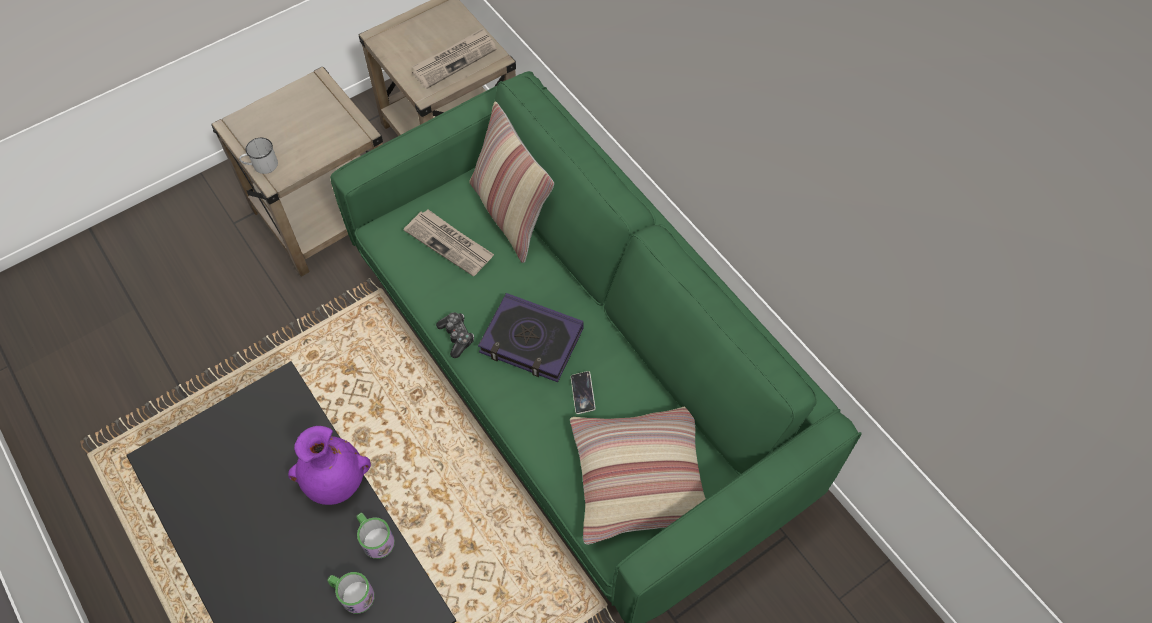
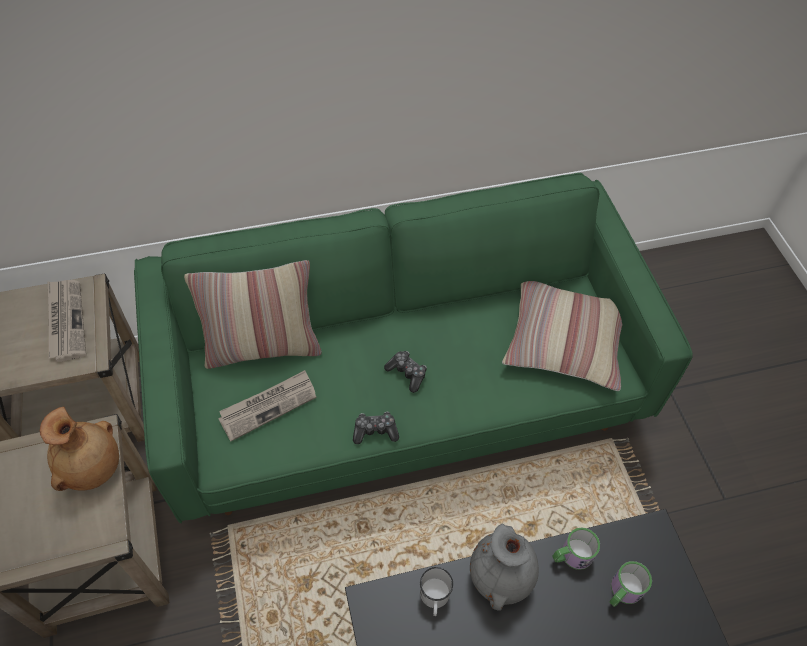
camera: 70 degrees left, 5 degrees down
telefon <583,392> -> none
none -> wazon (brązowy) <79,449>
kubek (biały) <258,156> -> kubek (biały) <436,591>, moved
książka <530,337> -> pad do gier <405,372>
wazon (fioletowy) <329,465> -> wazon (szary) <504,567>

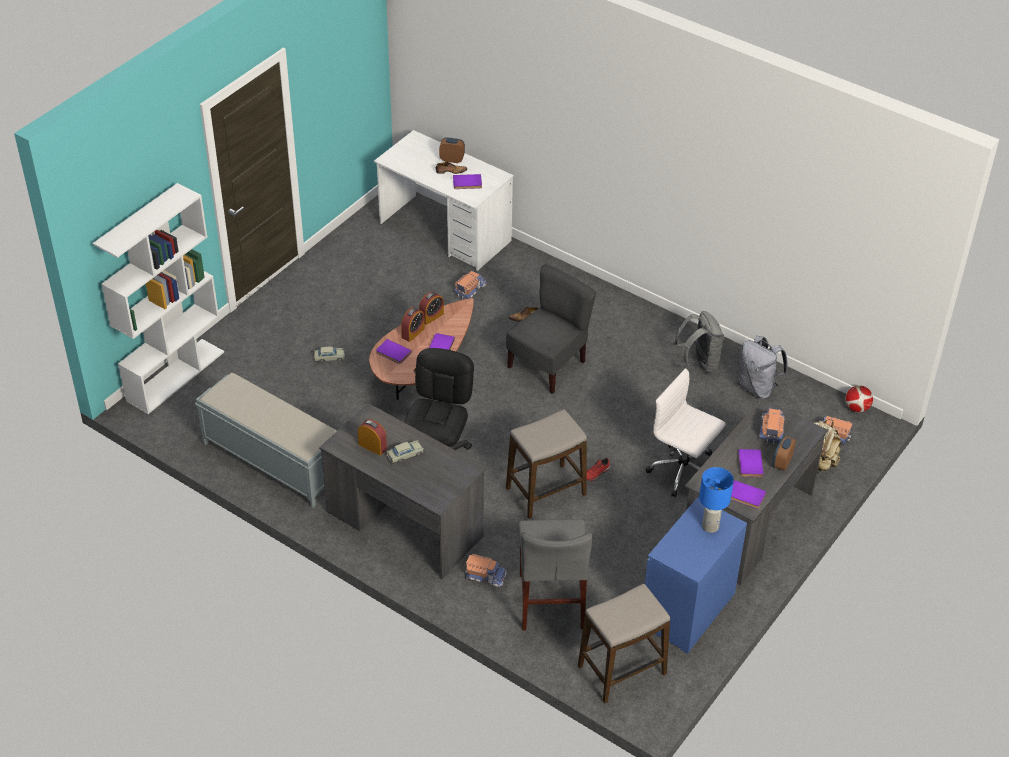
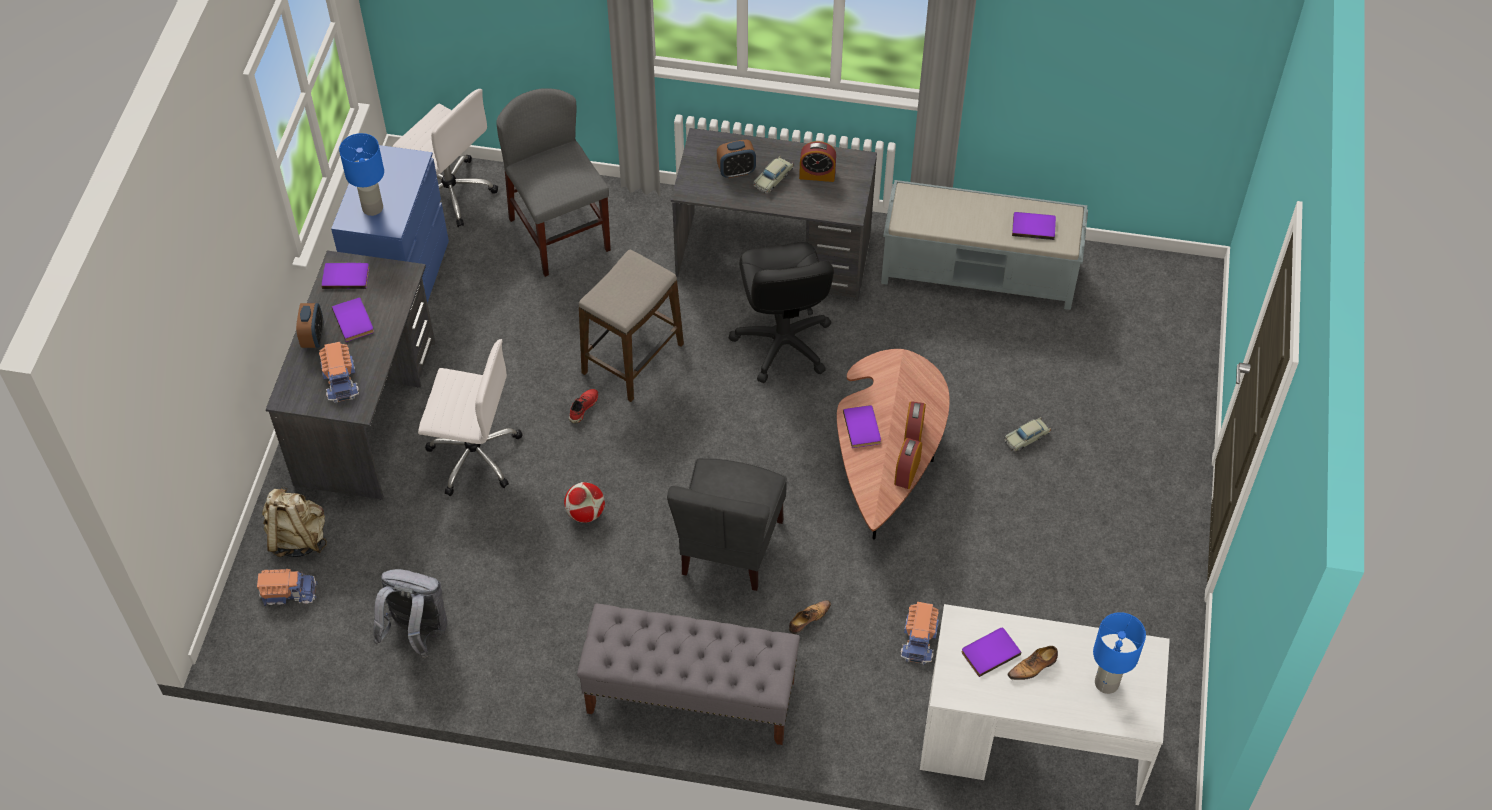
camera: 155 degrees right, 10 degrees up
regał (biały) <158,298> -> none
ciężarówka zabawkowa <486,570> -> none
plecak (szary) <698,342> -> none
none -> ławka (szary) <688,674>
none -> lampa stołowa (niebieski) <1119,653>
książka (fioletowy) <394,351> -> książka (fioletowy) <1034,226>, moved
budzik <452,150> -> budzik <736,159>, moved
piłka futbolowa <859,398> -> piłka futbolowa <584,502>, moved
stołek <624,643> -> krzesło biurowe (biały) <445,158>

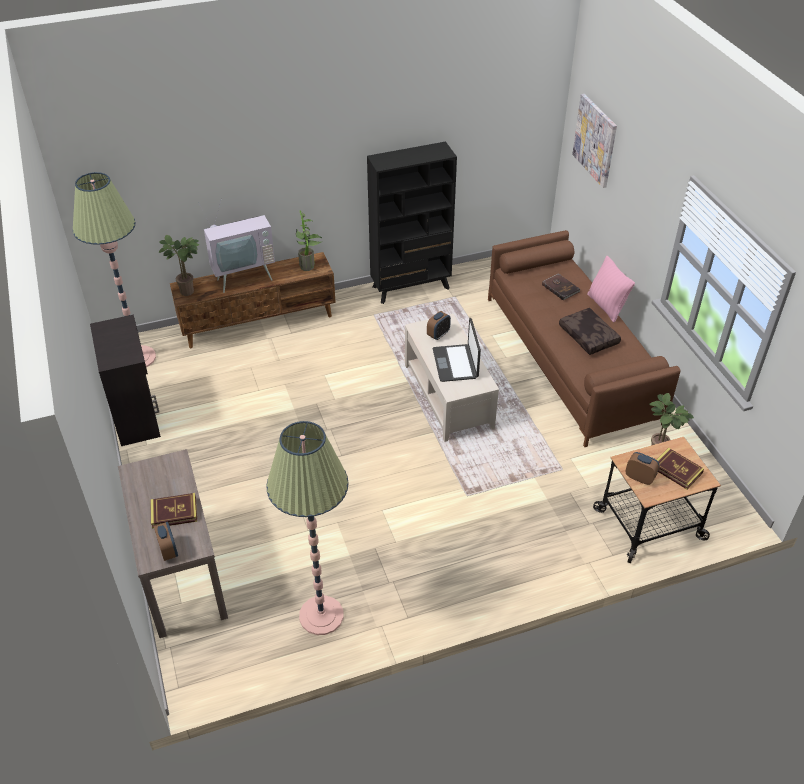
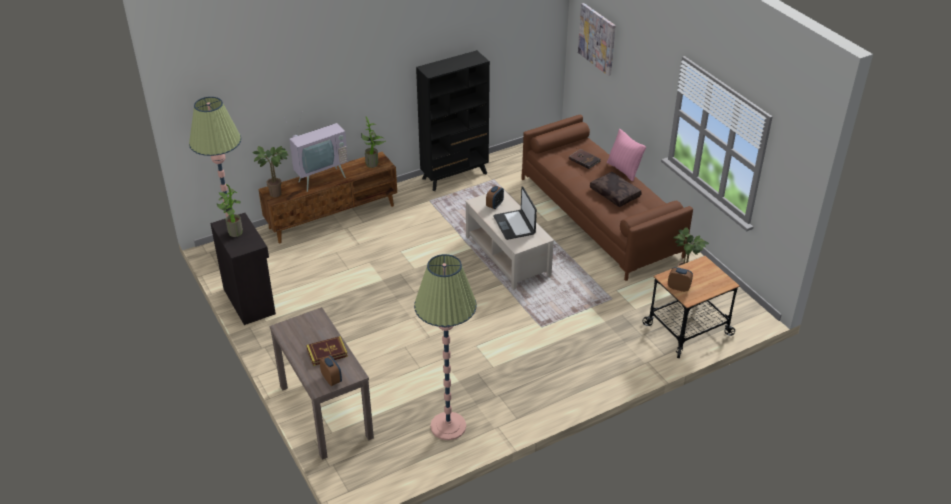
camera: 10 degrees left, 5 degrees down
książka <680,468> -> none
none -> roślina doniczkowa <229,210>

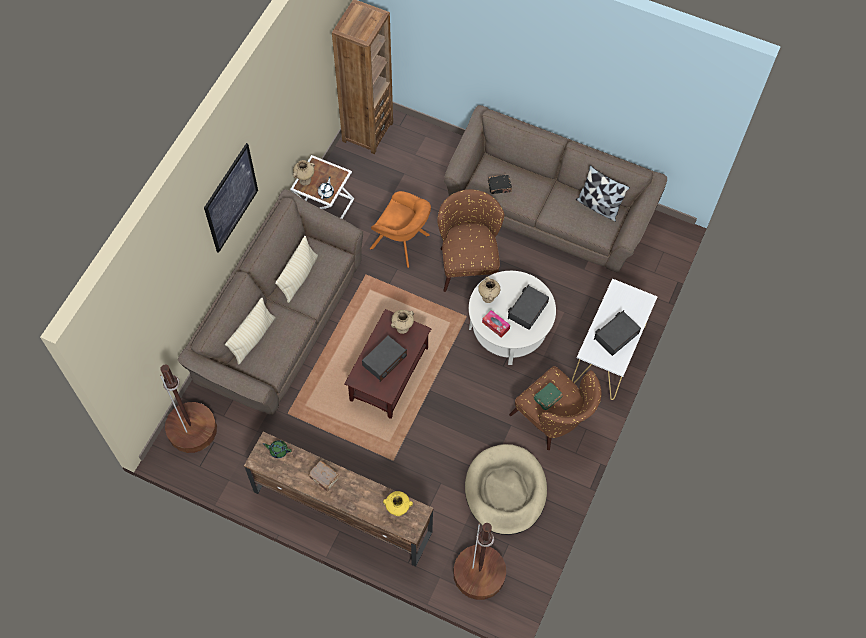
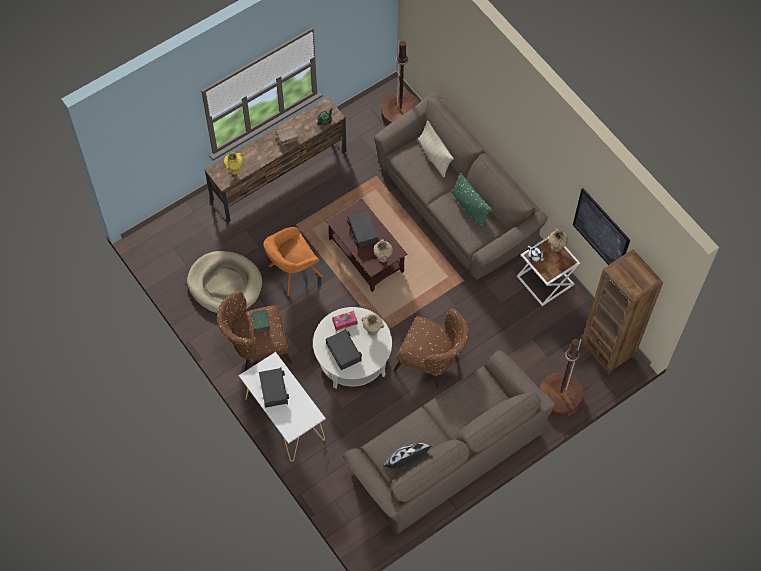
camera: 120 degrees right, 0 degrees up
książka (czarny) <500,184> -> none
obraz <231,198> -> obraz <601,226>, moved
fotel (pomarańczowy) <400,229> -> fotel (pomarańczowy) <293,261>, moved
lampa stojąca (brązowy) <479,561> -> lampa stojąca (brązowy) <561,377>, moved
poduszka (beżowy) <296,269> -> poduszka (zielony) <471,200>

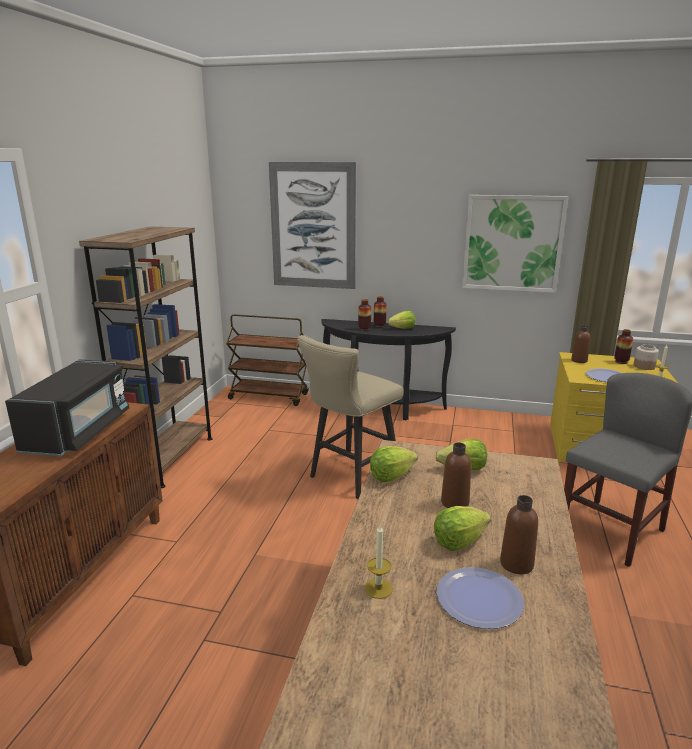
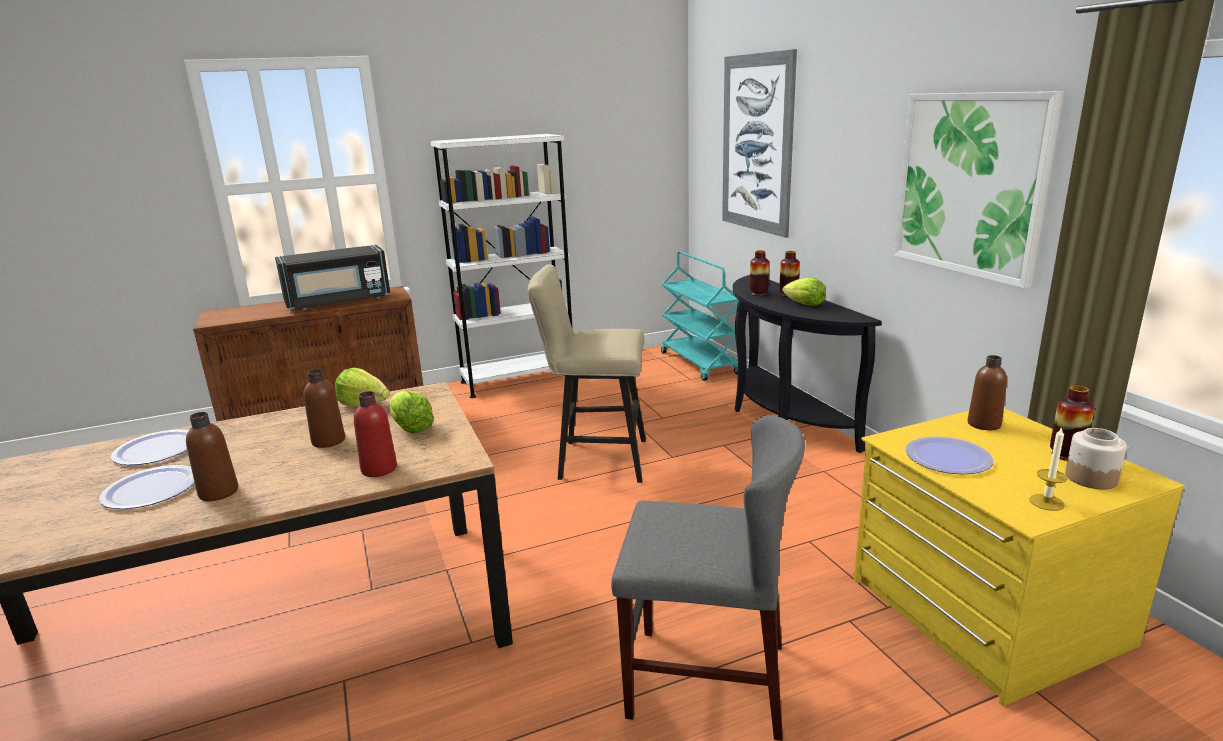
camera: 55 degrees right, 0 degrees up
sałata <462,528> -> none
none -> butelka (czerwony) <375,434>
świeca <378,562> -> talerz <150,447>
regał (brązowy) <146,357> -> regał (biały) <501,266>
wózek (brązowy) <267,360> -> wózek (turkusowy) <700,316>

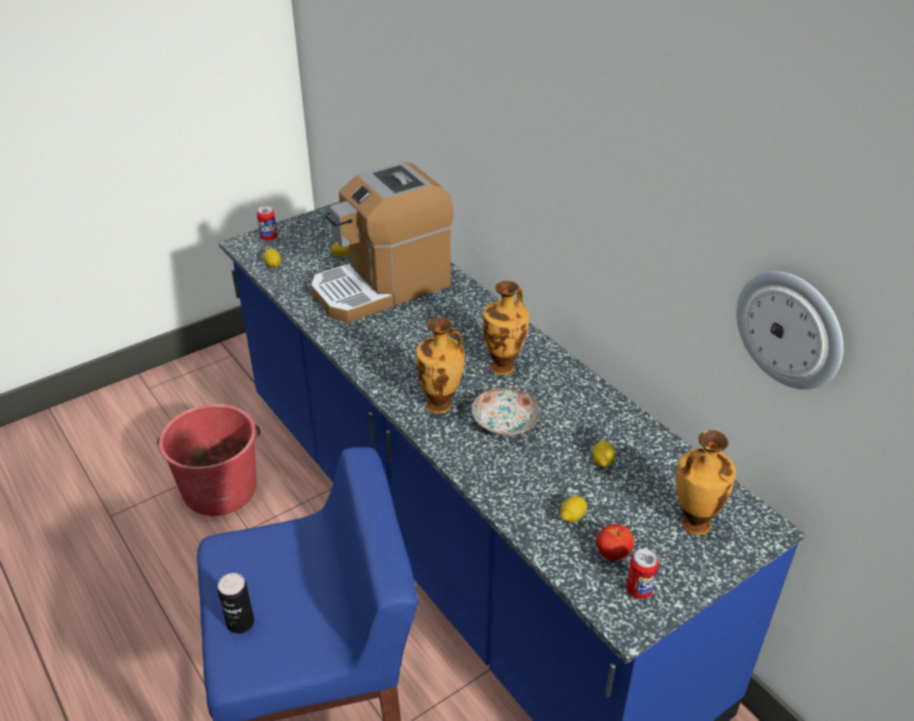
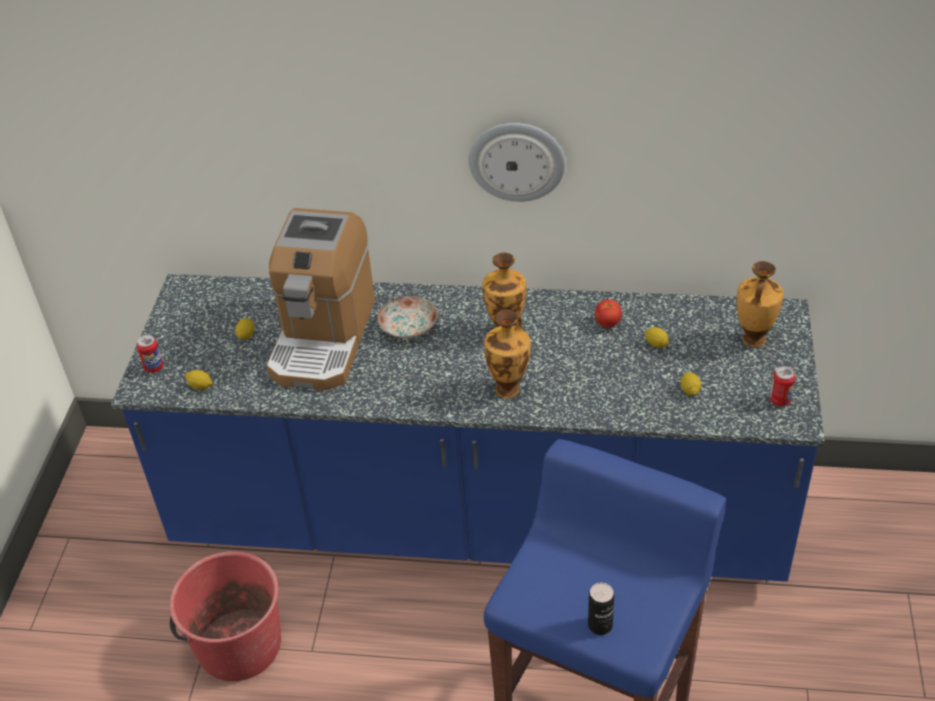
camera: 45 degrees left, 5 degrees up
talerz <505,412> -> talerz <407,317>, moved
pomidor <615,542> -> pomidor <608,314>, moved
zegar ścienny <789,330> -> zegar ścienny <517,162>, moved

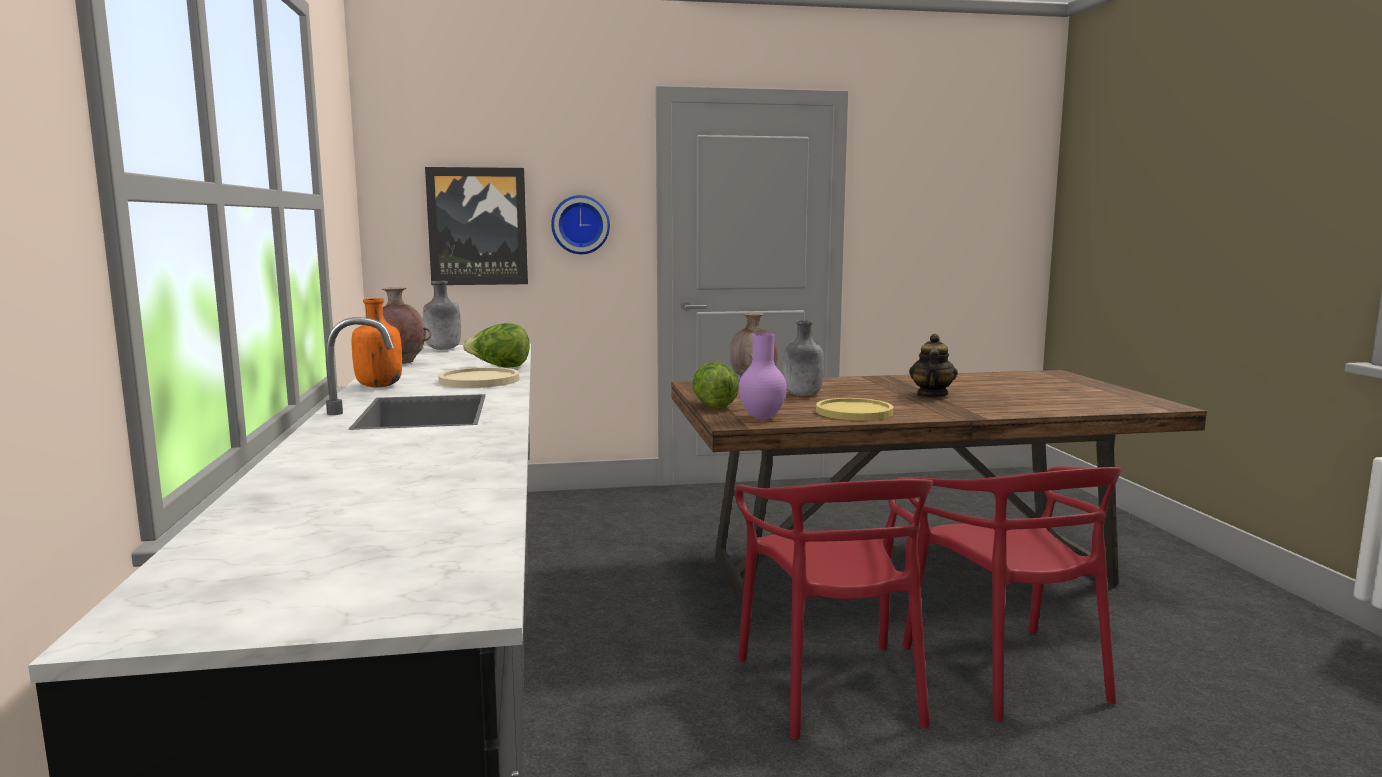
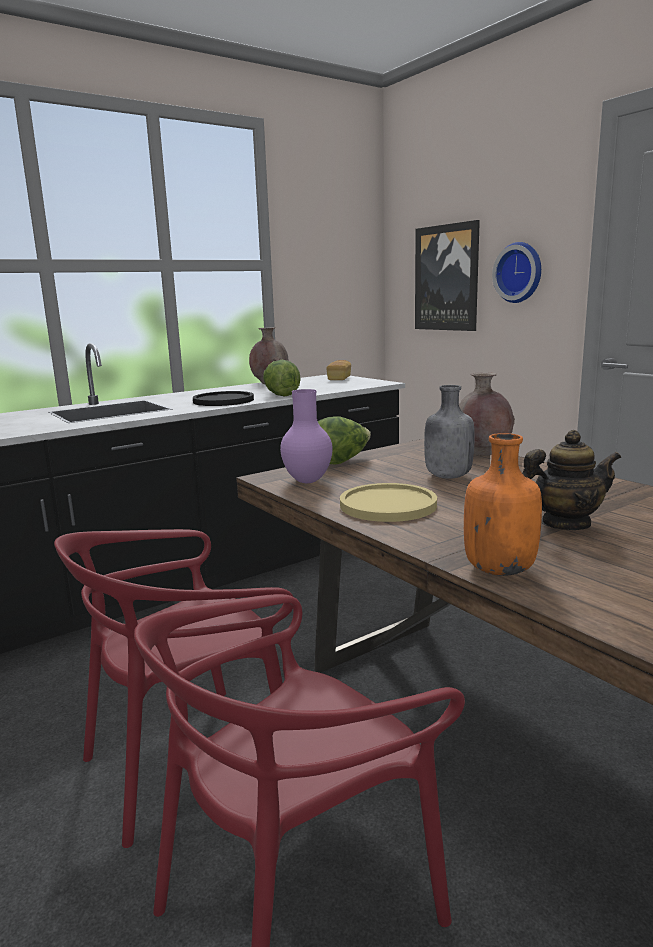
camera: 65 degrees right, 5 degrees up
butelka (pomarańczowy) <377,342> -> butelka (pomarańczowy) <503,504>, moved
butelka (szary) <442,315> -> chleb <338,370>
talerz (beżowy) <478,377> -> talerz (czarny) <223,398>

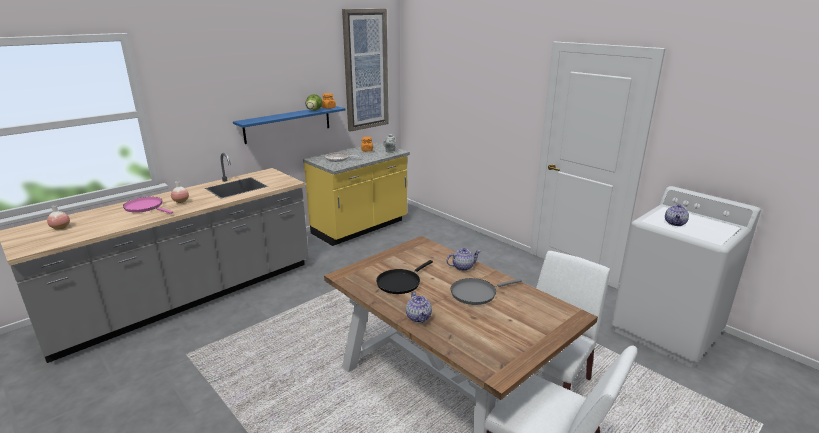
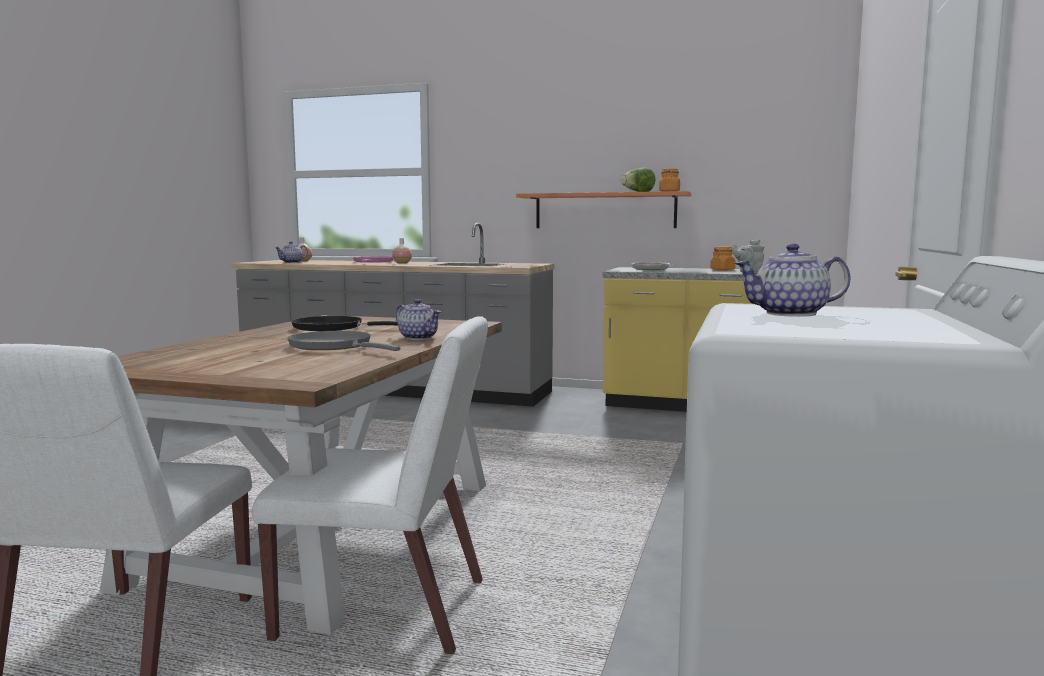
camera: 60 degrees right, 15 degrees down
obraz <365,70> -> none
imbryk <419,307> -> imbryk <291,252>, moved
półka (niebieski) <289,125> -> półka (pomarańczowy) <603,209>

